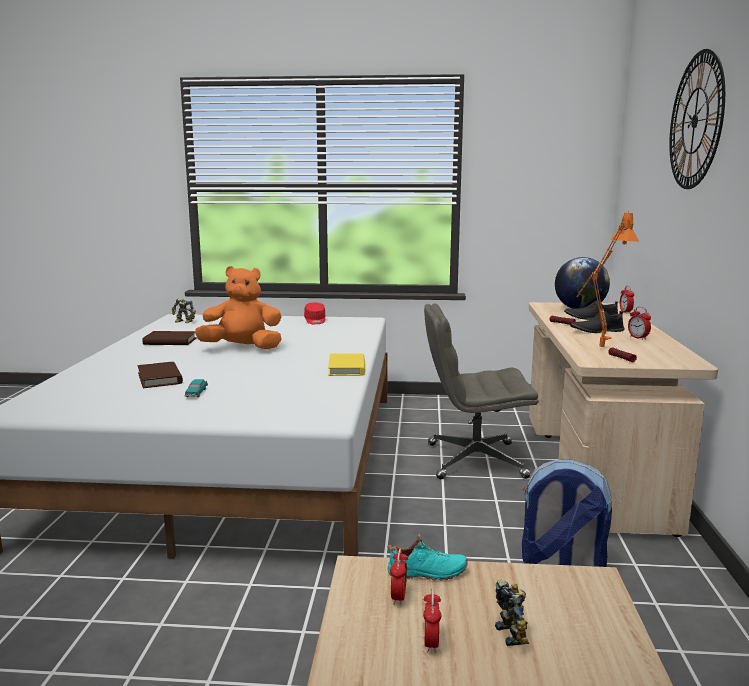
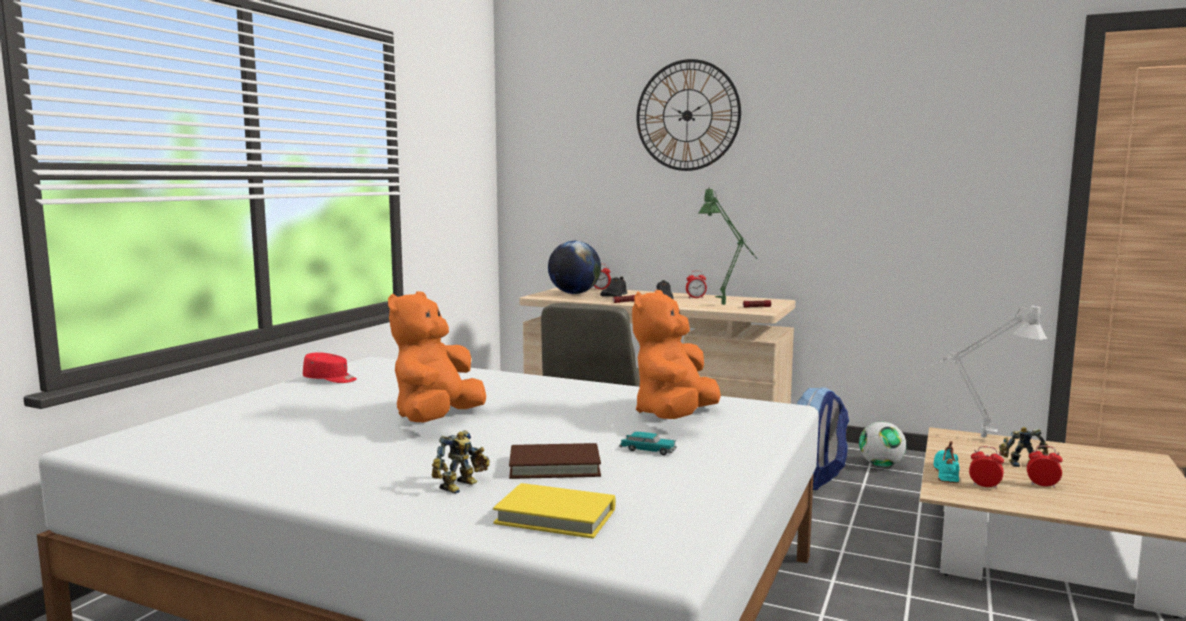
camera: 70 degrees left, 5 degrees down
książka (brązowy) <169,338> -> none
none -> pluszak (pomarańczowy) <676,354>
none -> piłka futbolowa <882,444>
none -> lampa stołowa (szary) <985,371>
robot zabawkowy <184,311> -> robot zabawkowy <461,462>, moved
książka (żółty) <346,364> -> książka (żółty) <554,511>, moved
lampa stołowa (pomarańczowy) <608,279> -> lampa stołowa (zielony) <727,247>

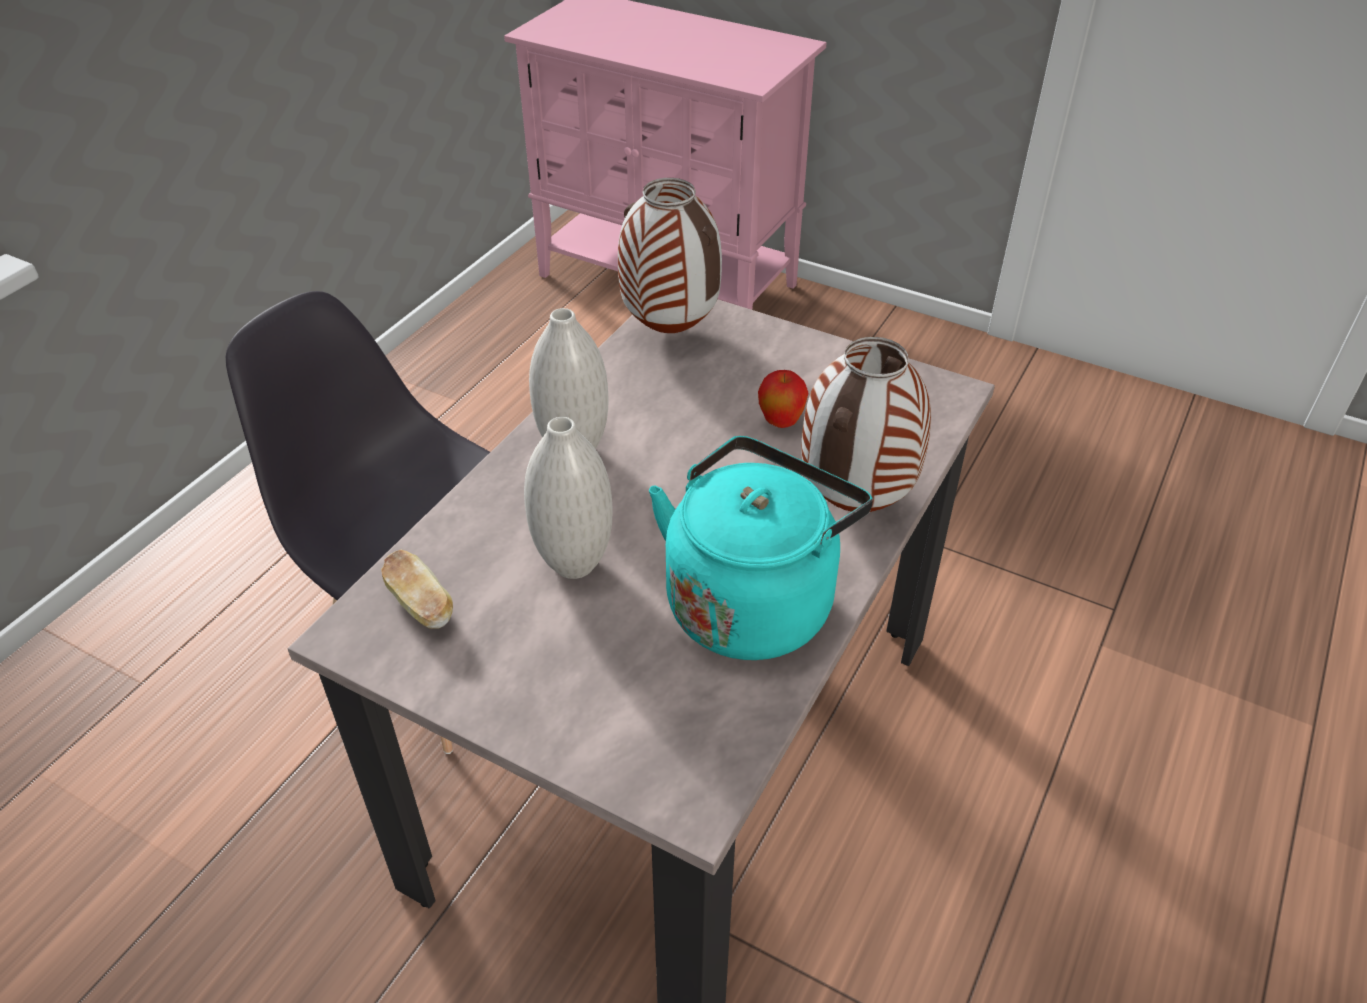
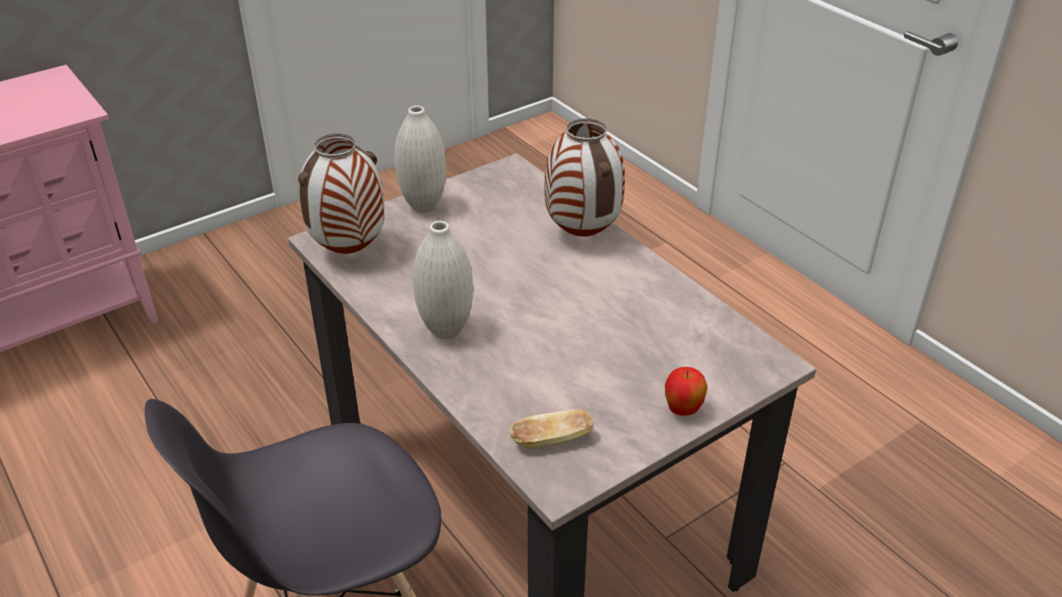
camera: 65 degrees left, 5 degrees down
czajnik (turkusowy) <761,548> -> none
wazon (biały) <568,498> -> wazon (biały) <420,159>, moved
jabłko <783,399> -> jabłko <686,391>, moved

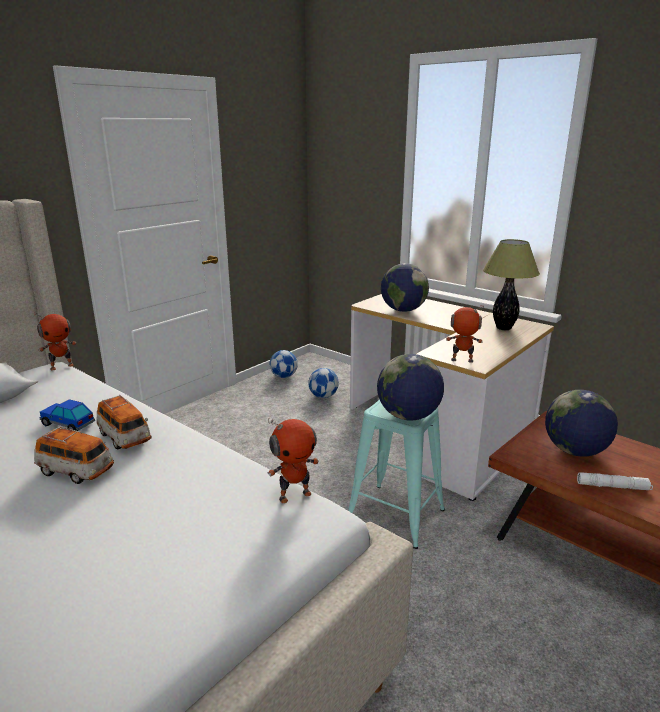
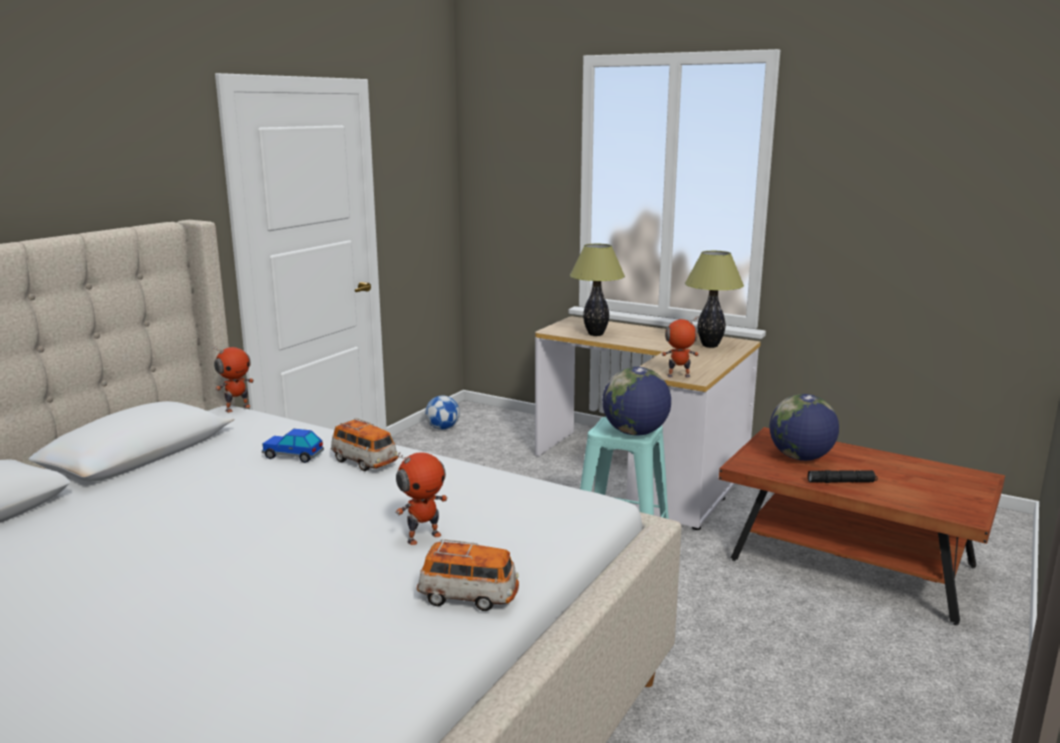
camera: 10 degrees left, 5 degrees down
piłka futbolowa <323,383> -> none
samochodzik <74,455> -> samochodzik <468,575>, moved
robot zabawkowy <293,460> -> robot zabawkowy <421,498>, moved
globus <405,287> -> lampa stołowa <597,290>
latarka (biały) <615,481> -> latarka (czarny) <843,476>

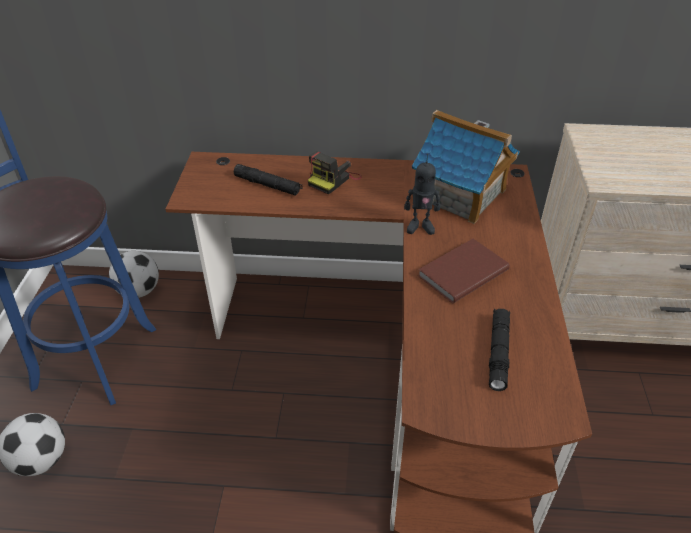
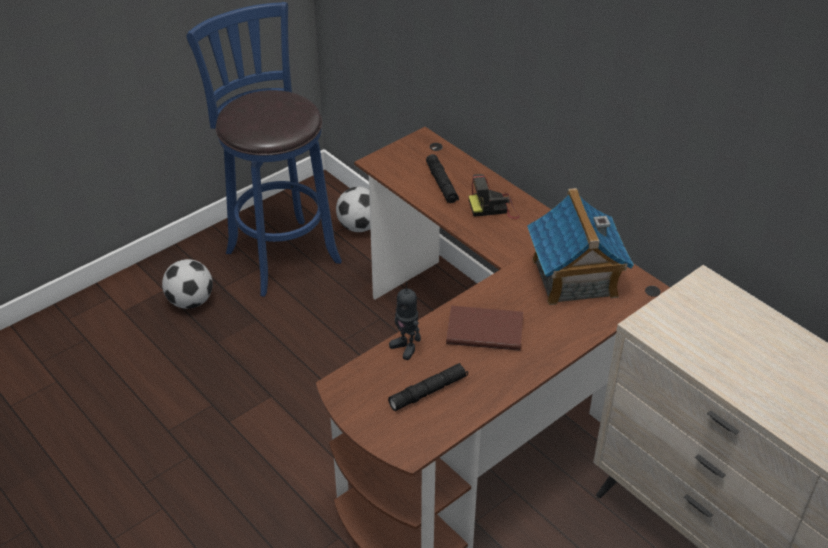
camera: 45 degrees right, 0 degrees up
robot zabawkowy <422,194> -> robot zabawkowy <405,321>, moved

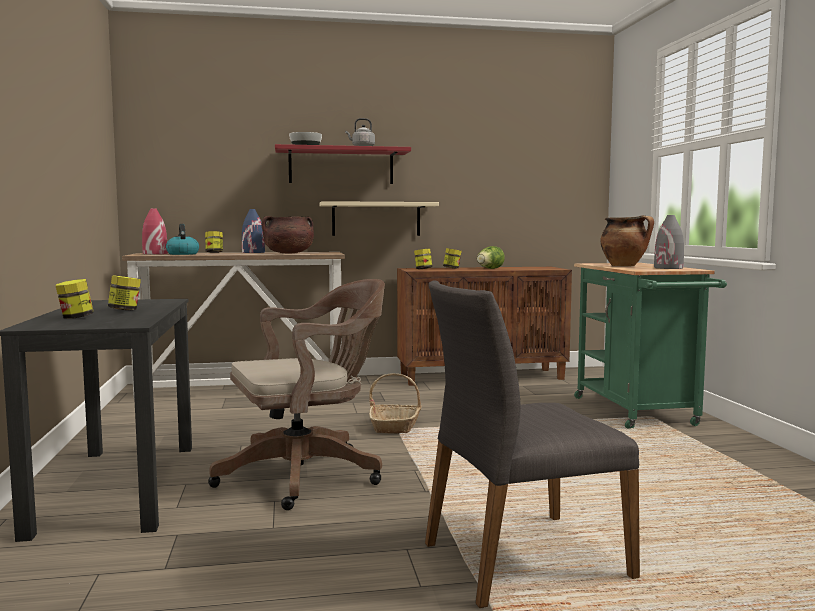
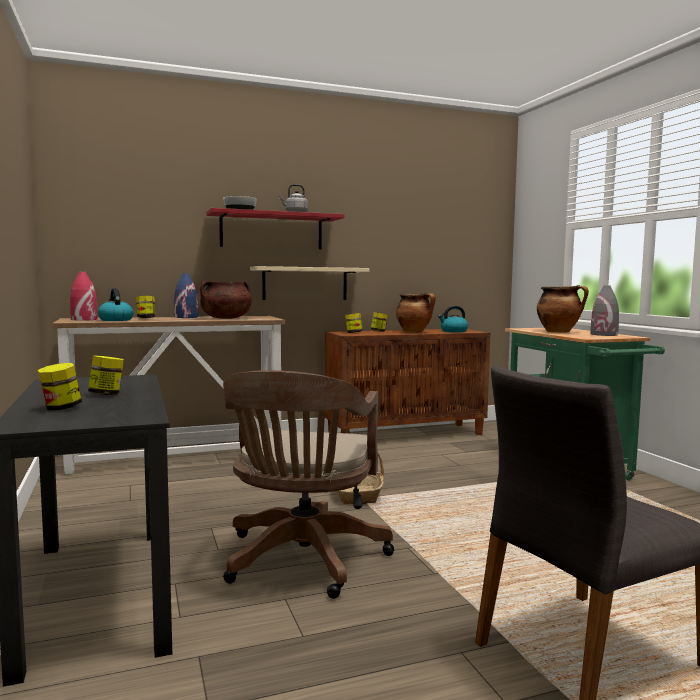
camera: 10 degrees left, 0 degrees up
none -> czajnik <453,319>
sałata <491,257> -> garnek <416,313>
krzesło biurowe (brązowy) <296,394> -> krzesło biurowe (brązowy) <308,484>, 135 degrees clockwise

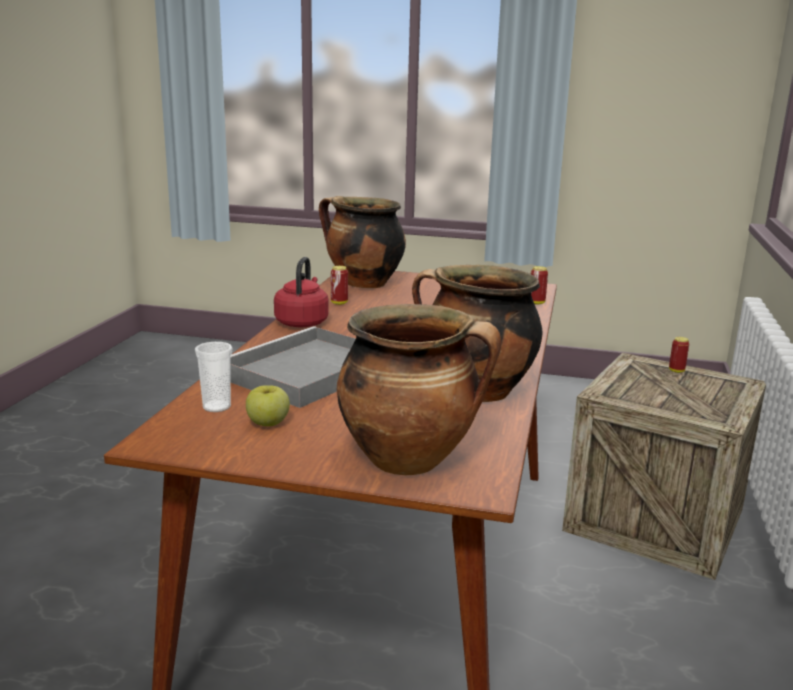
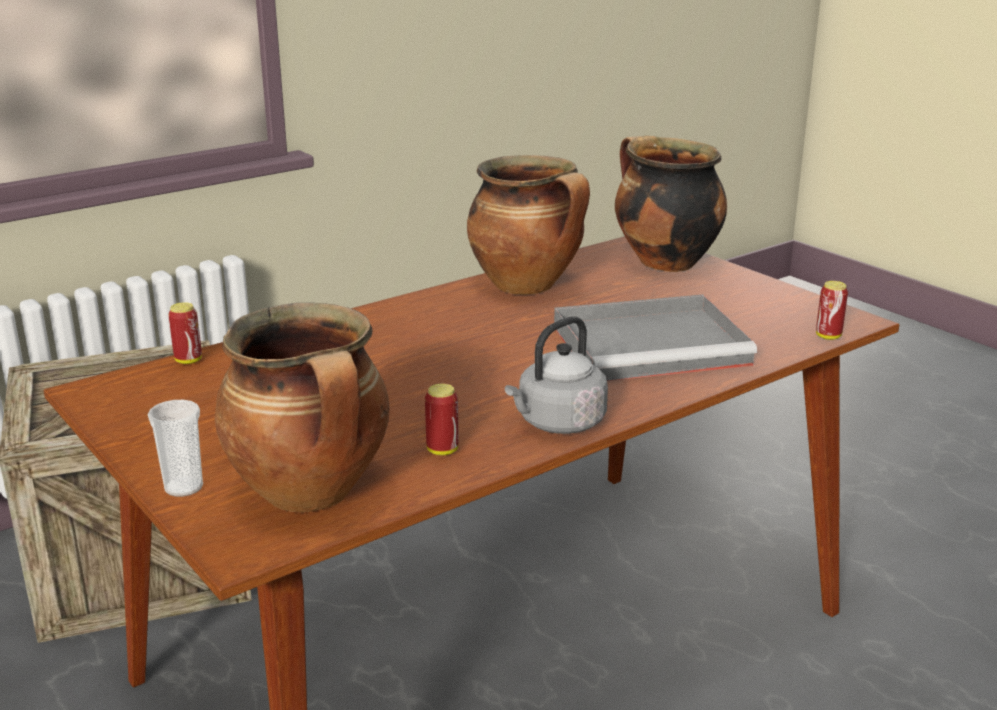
camera: 140 degrees left, 5 degrees up
jabłko <268,405> -> none
filiżanka <213,377> -> filiżanka <175,448>, moved
puszka <679,355> -> puszka <832,310>, moved
czajnik (czerwony) <301,292> -> czajnik (szary) <556,375>

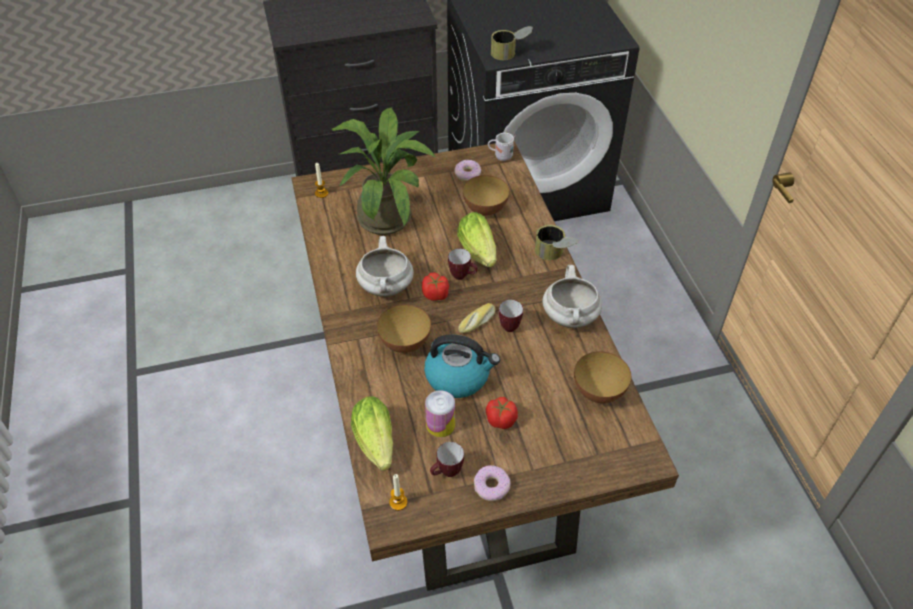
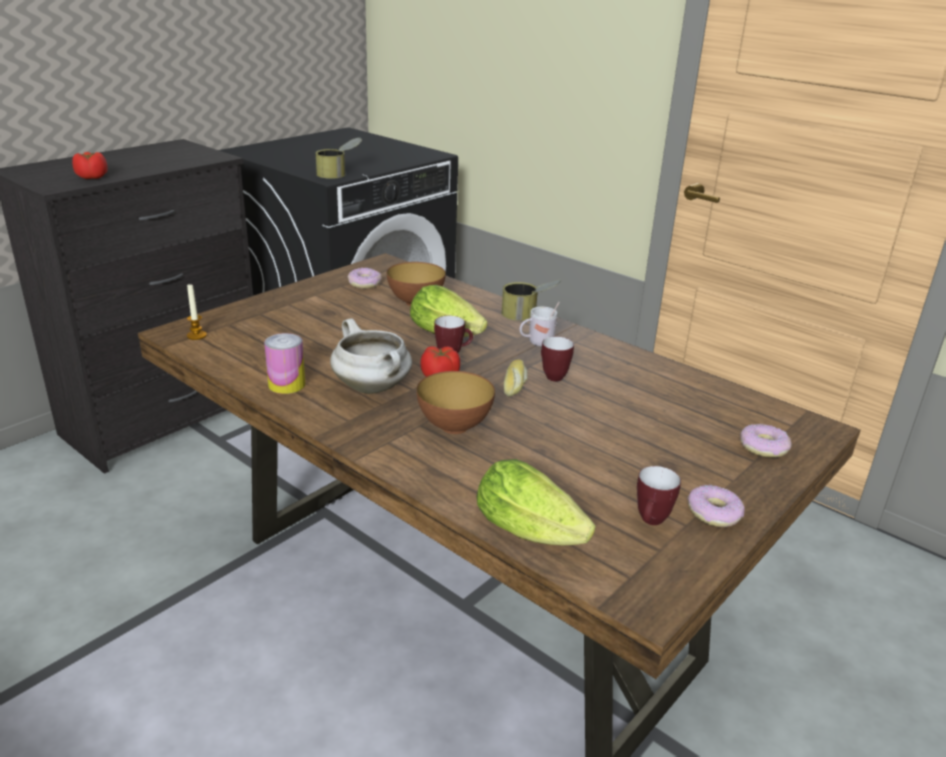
camera: 35 degrees left, 20 degrees down
roślina doniczkowa <384,171> -> none
świeca <398,492> -> none
czajnik <462,366> -> none
garnek (biały) <572,296> -> none
miska <602,377> -> none
none -> donut <766,441>
puszka <440,413> -> puszka <284,363>, moved
pomidor <502,413> -> pomidor <90,165>, moved
kubek (biały) <502,147> -> kubek (biały) <539,324>, moved

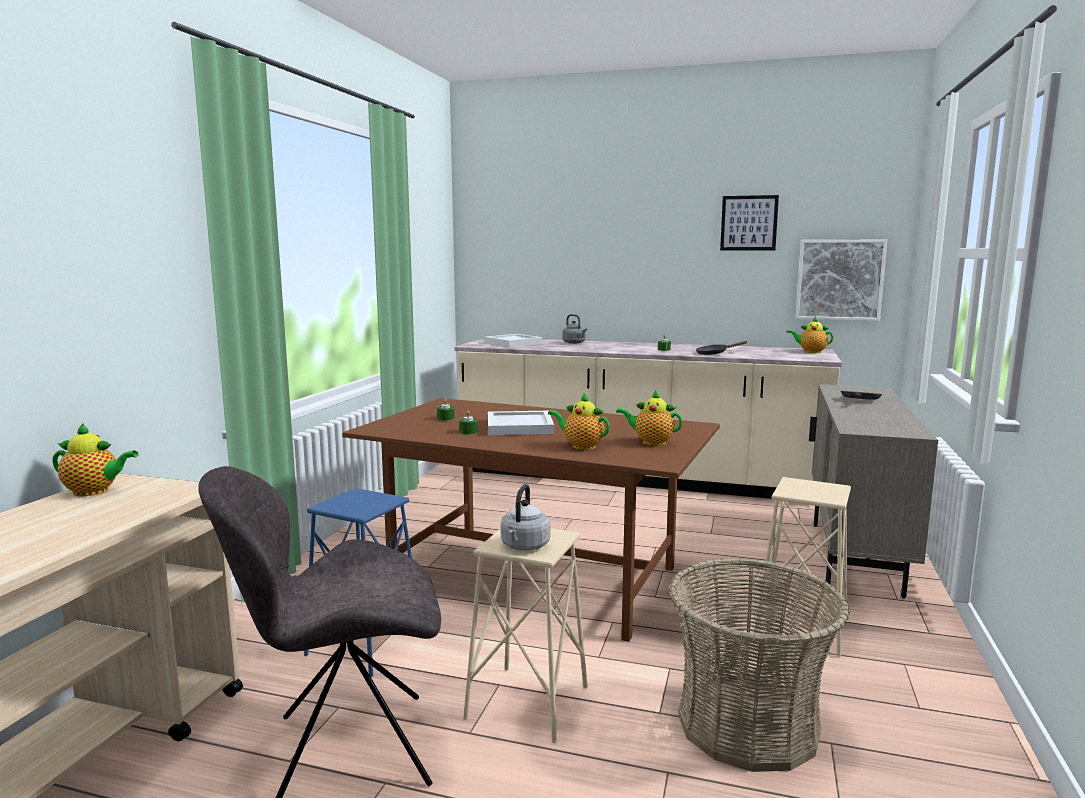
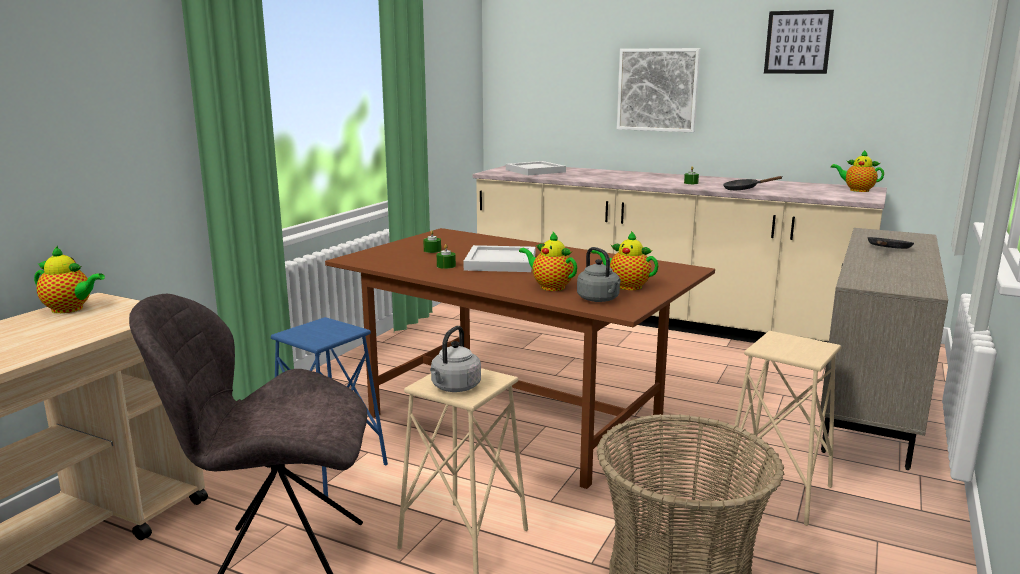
camera: 10 degrees right, 5 degrees up
czajnik (szary) <574,329> -> czajnik (szary) <599,274>, moved
obraz <841,280> -> obraz <658,90>, moved

